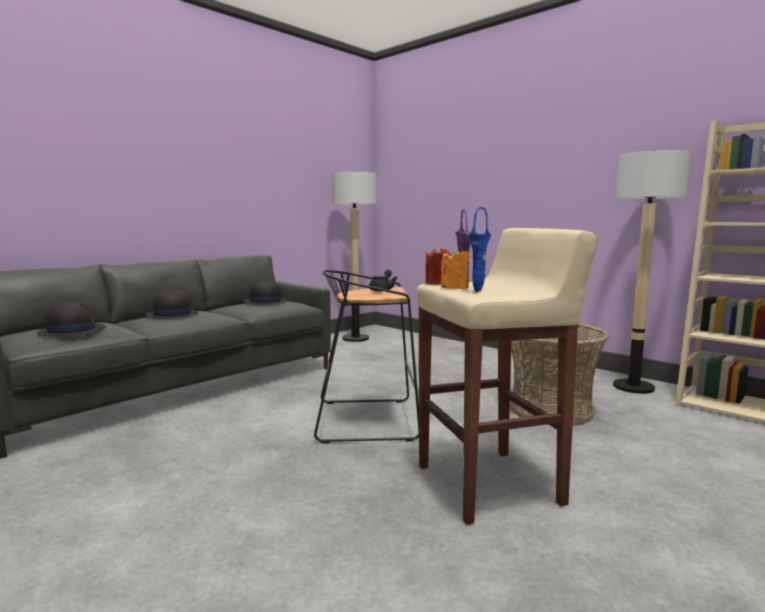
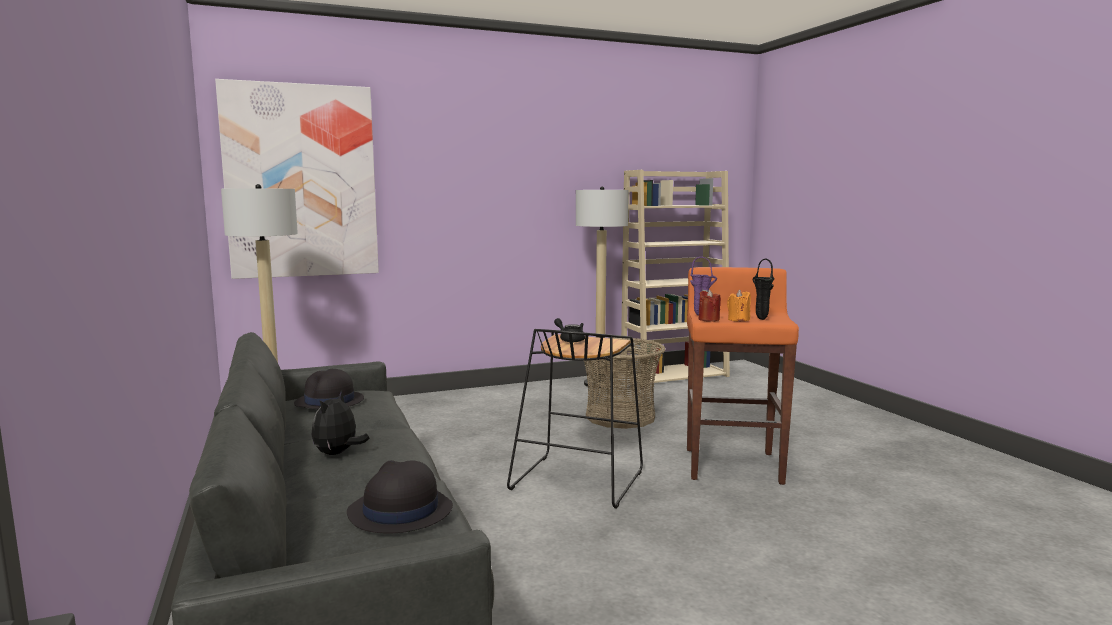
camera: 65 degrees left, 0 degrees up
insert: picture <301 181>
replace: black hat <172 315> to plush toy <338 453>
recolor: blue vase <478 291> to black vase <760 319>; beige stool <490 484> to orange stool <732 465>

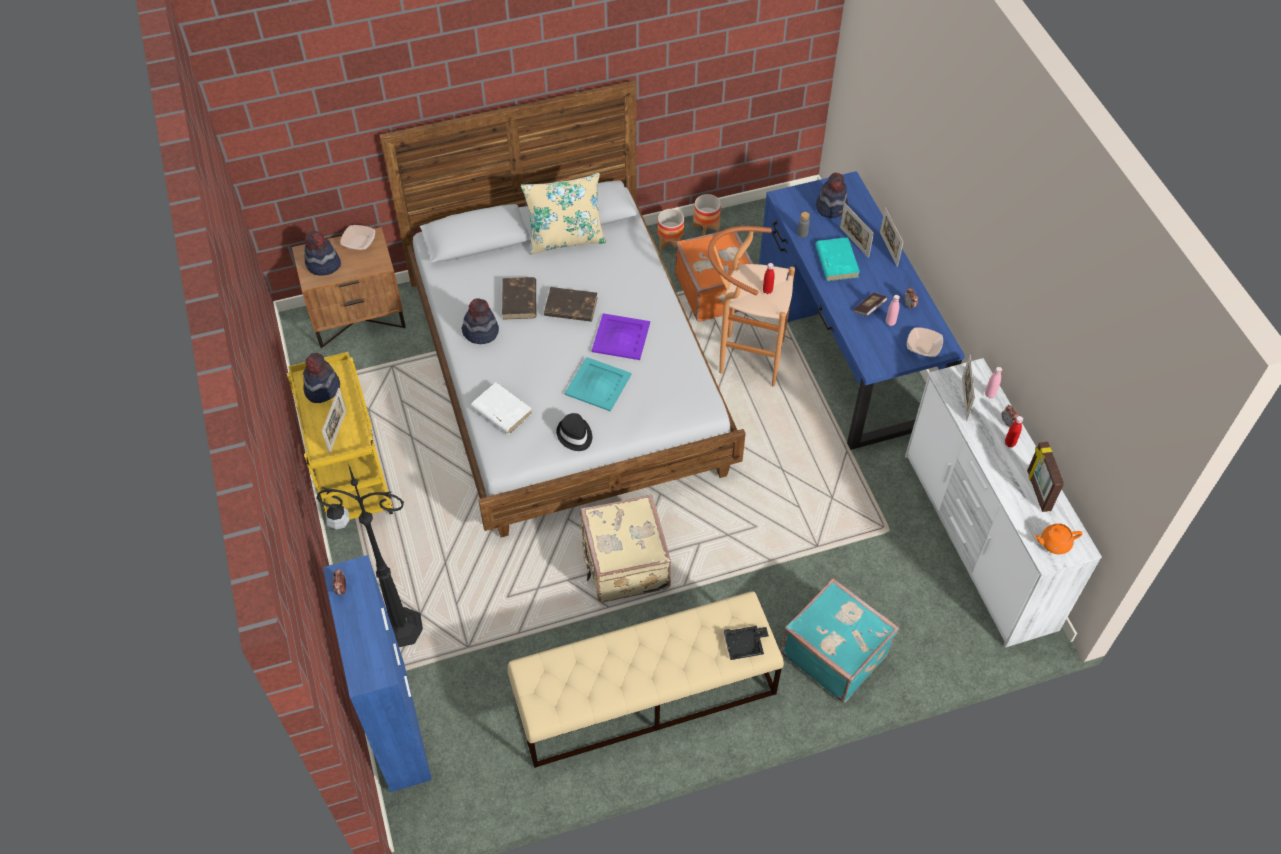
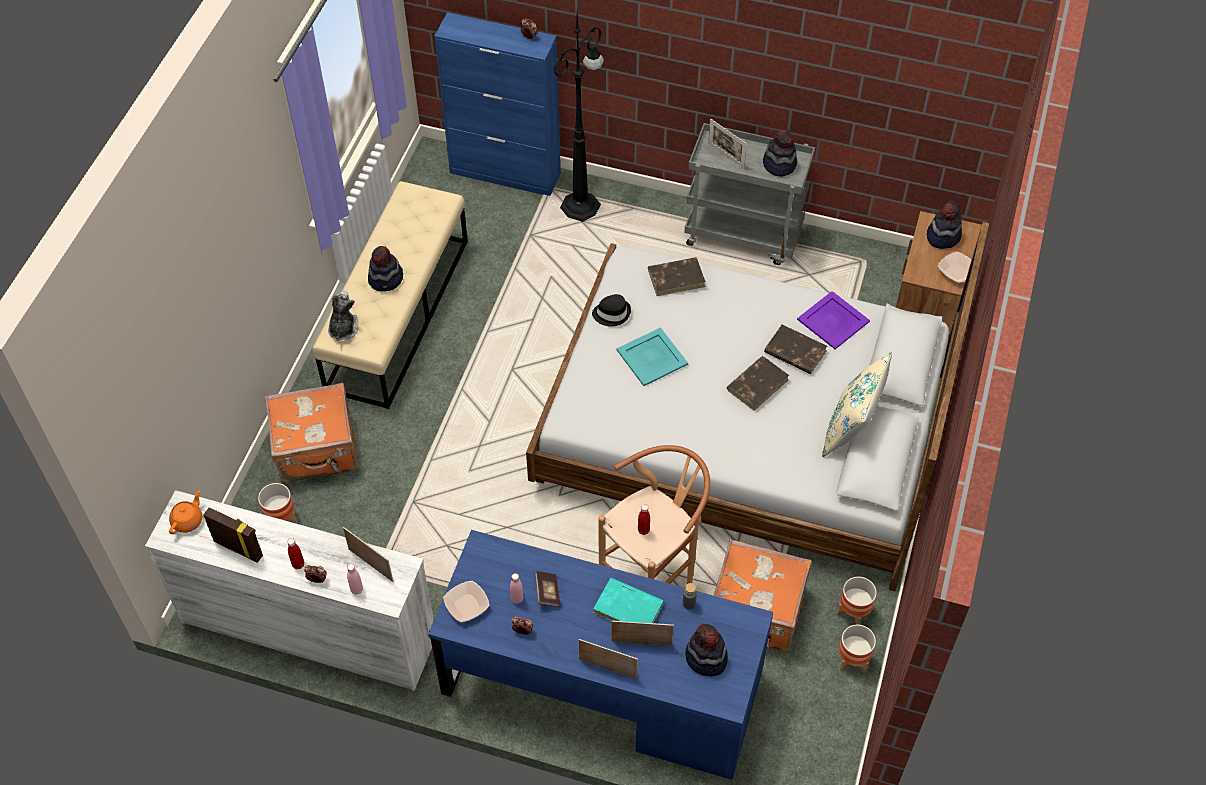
camera: 125 degrees right, 0 degrees up
delete: beige suitcase <624 564>
insert: planter <281 519>
move: hat <481 332> to <386 279>; purple tray <621 337> to <833 321>
replace: black tray <745 645> to plush toy <343 329>
recolor: yellow cart <350 478> to grey cart <744 235>; white book <501 410> to brown book <676 278>; turquoise suitcase <835 652> to orange suitcase <317 451>

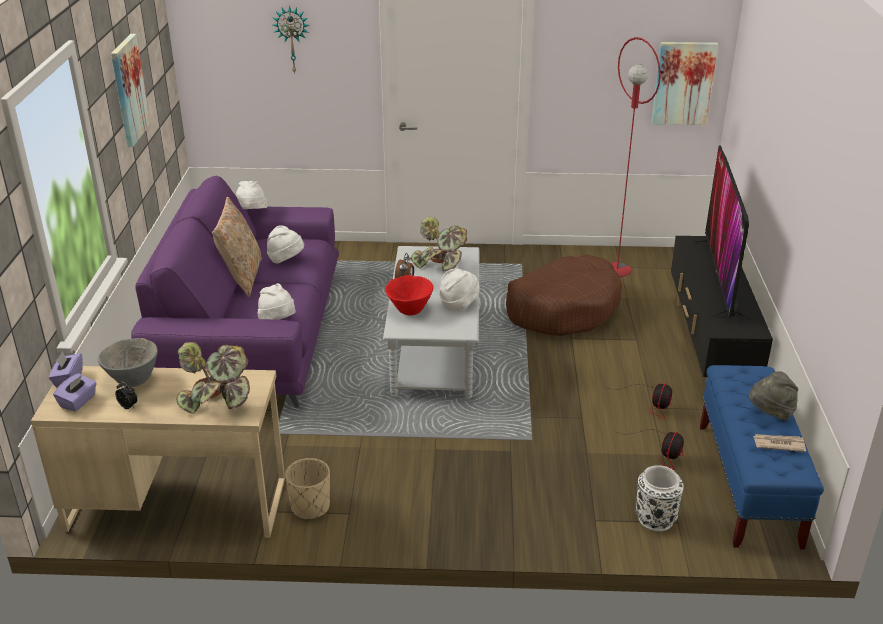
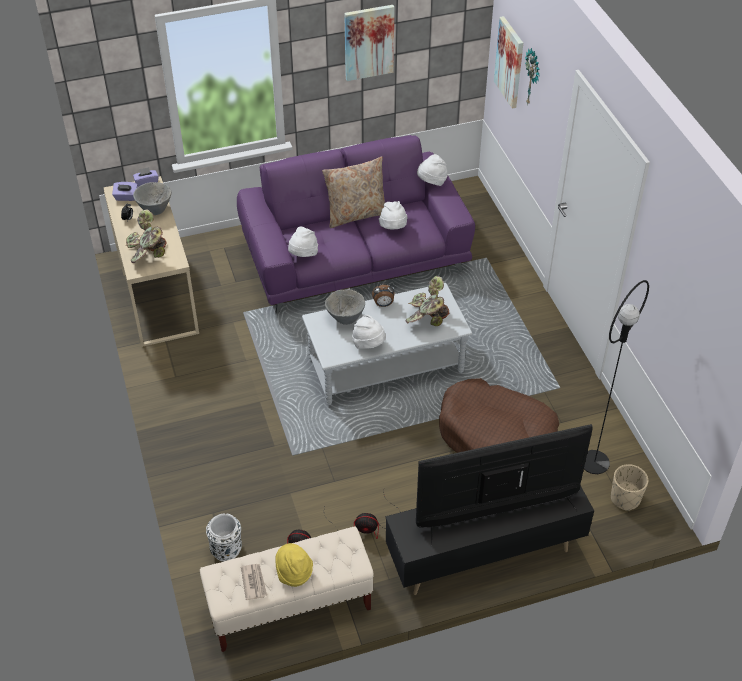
camera: 70 degrees right, 15 degrees up
move: picture <683 83> to <510 62>; beige planter <310 507> to <625 499>
recolor: red floor lamp <617 269> to black floor lamp <594 462>; red bowl <409 310> to grey bowl <345 318>; blue bench <748 484> to beige bench <289 607>; grey hat <770 414> to yellow hat <294 573>

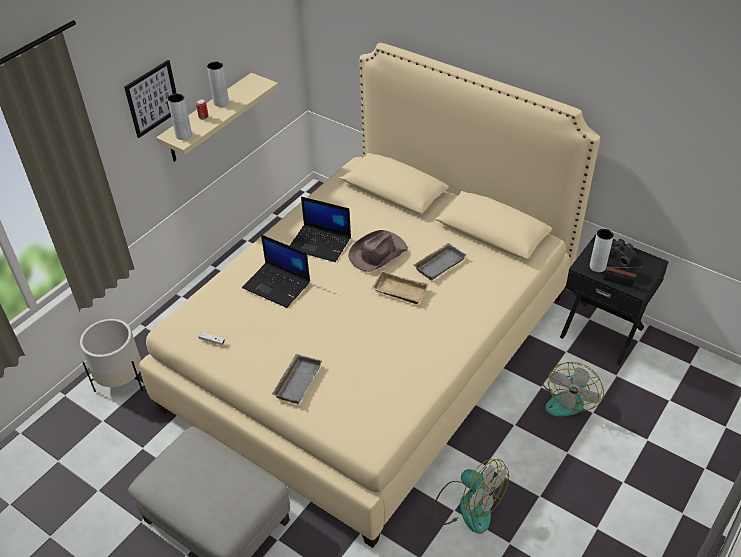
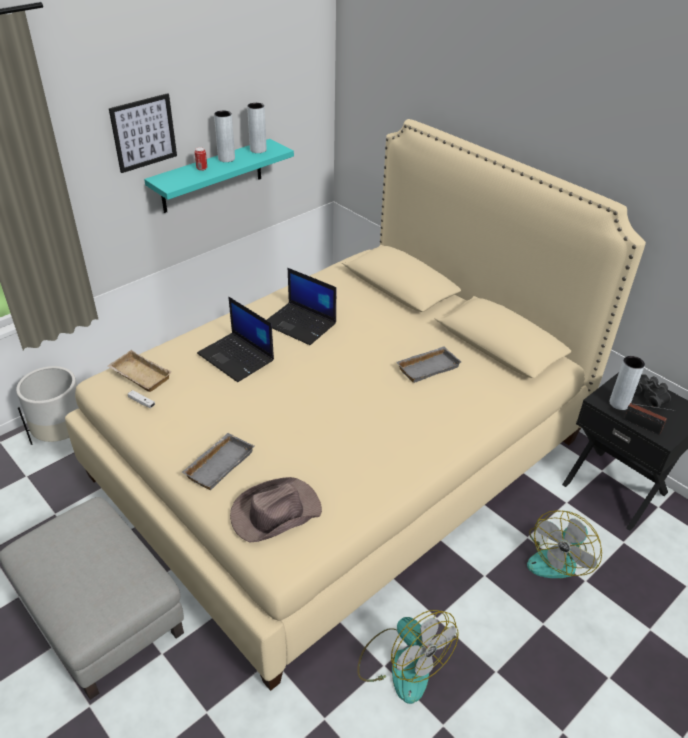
camera: 10 degrees right, 5 degrees down
move: grey vase <184 135> to <258 150>; brown hat <377 253> to <275 513>; beige tray <398 292> to <138 375>
recolor: beige shelf <208 119> to turquoise shelf <212 176>

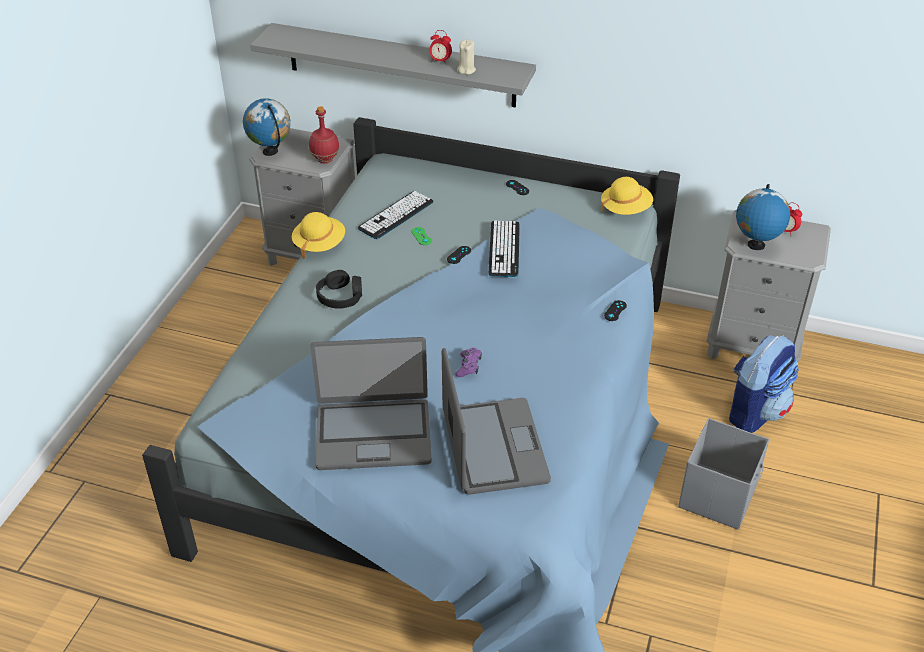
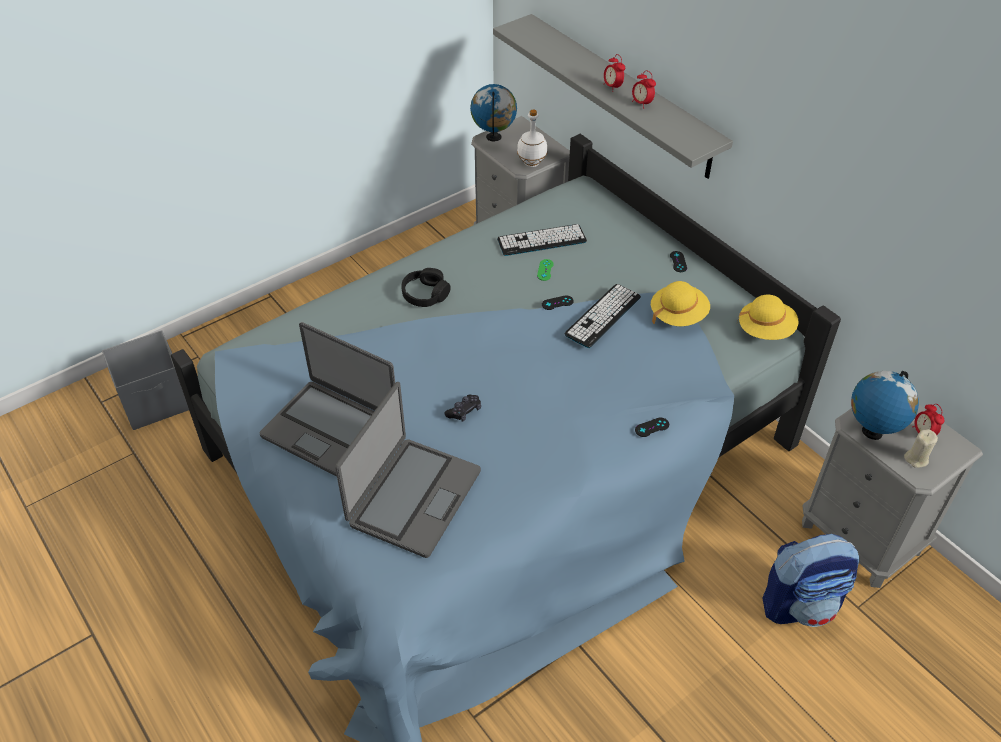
camera: 35 degrees right, 5 degrees up
insert: alarm clock <612 87>
move: beige candle <466 70> to <916 458>; yellow hat <319 244> to <678 315>; grey storage box <718 495> to <156 401>
recolor: red bottle <325 160> to white bottle <531 164>; purple game controller <468 366> to black game controller <464 411>

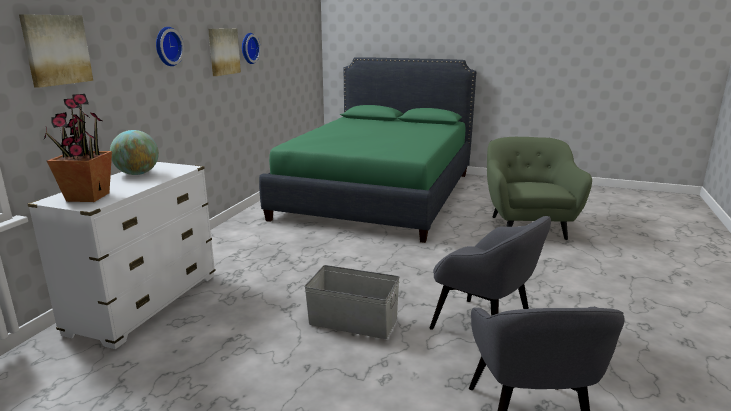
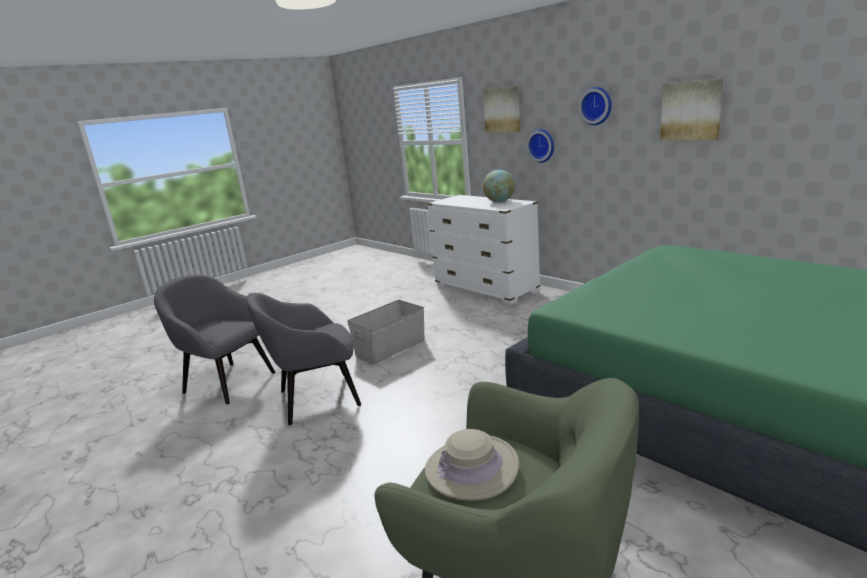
camera: 120 degrees right, 0 degrees up
delete: potted plant <87 197>
insert: beige hat <472 468>
move: wall clock <248 48> to <542 145>

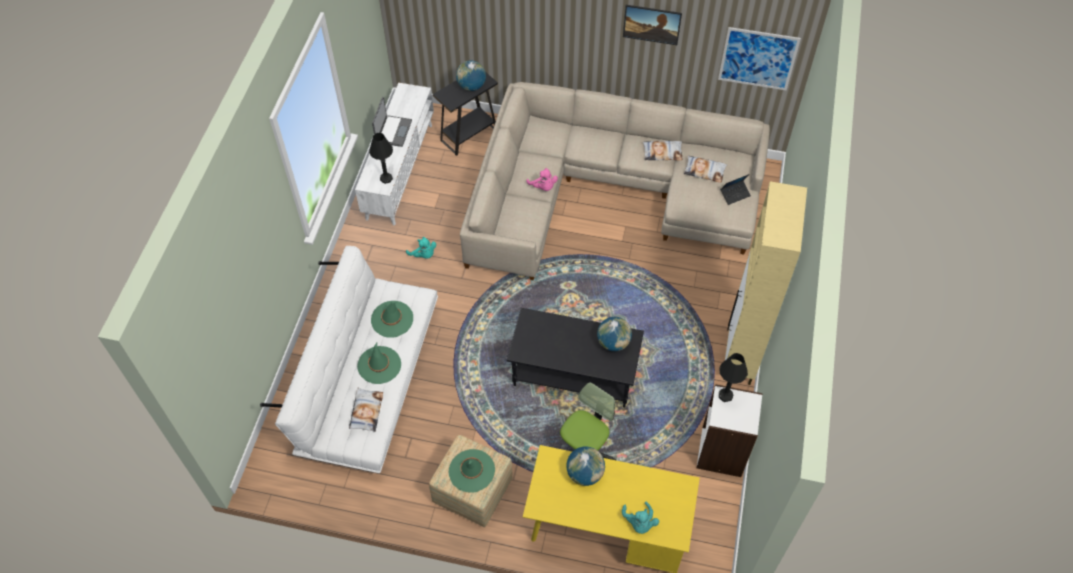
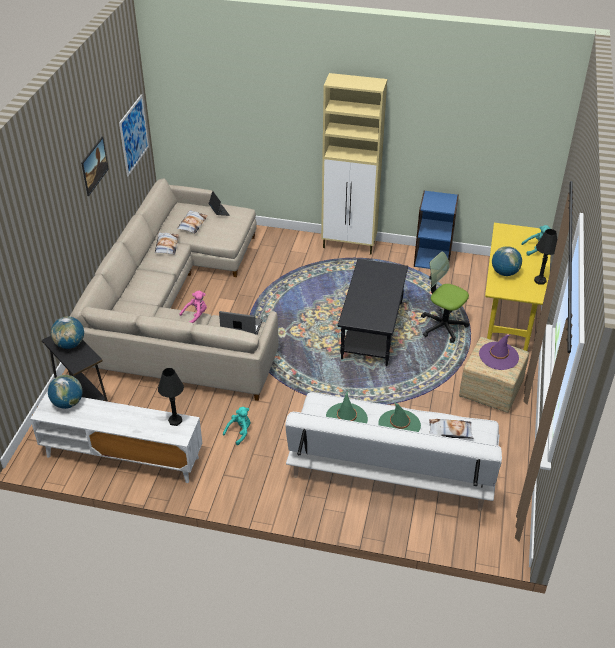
camera: 90 degrees left, 15 degrees down
move: laptop <393 131> to <241 328>; globe <613 342> to <68 403>; black table lamp <725 395> to <540 280>
recolor: white bookcase <722 452> to blue bookcase <432 258>; green hat <471 471> to purple hat <498 356>

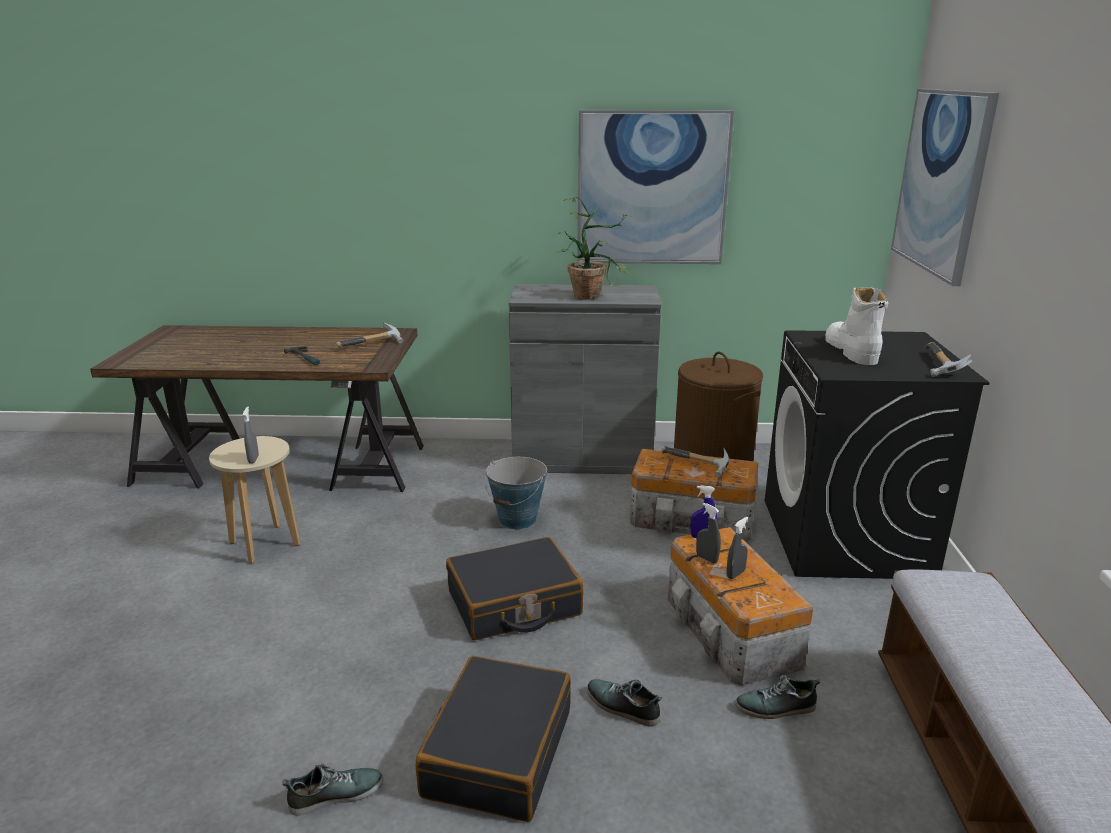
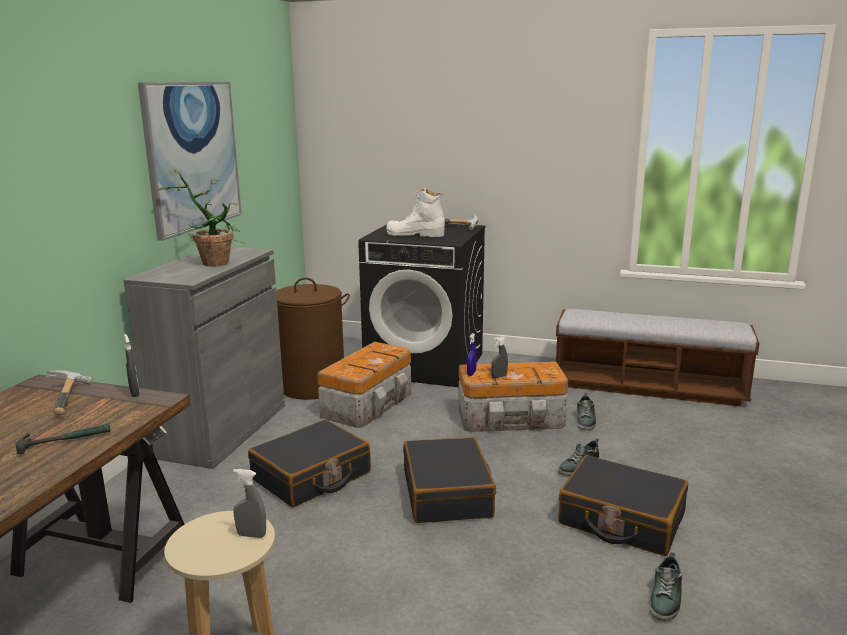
camera: 75 degrees left, 5 degrees down
delete: picture <941 182>; hammer <695 465>
move: grey spray bottle <735 574> to <134 393>
replace: bucket <517 519> to black suitcase <311 476>
rotate: shoe <336 794> = <666 598> 150 degrees counterclockwise

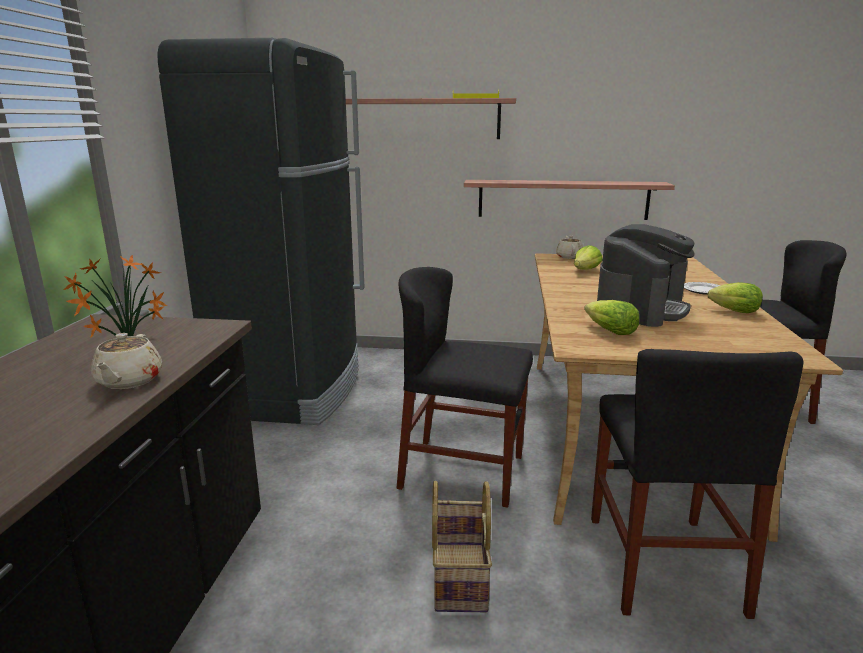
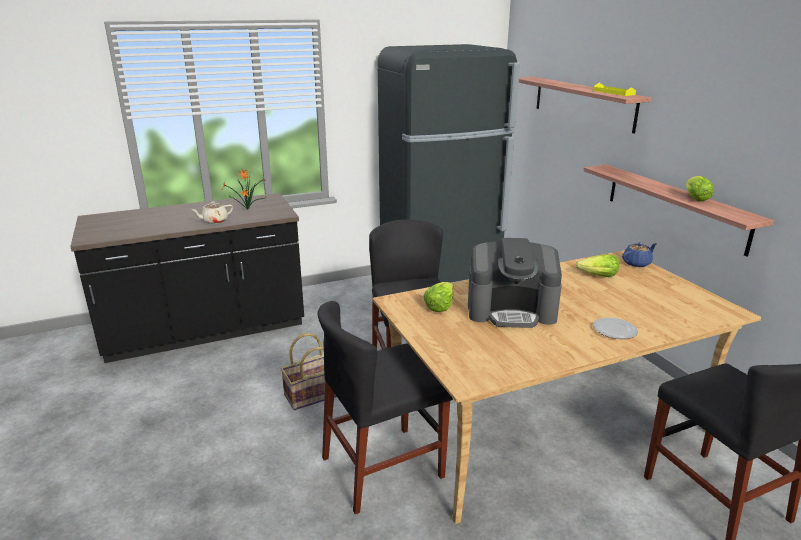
camera: 60 degrees right, 5 degrees up
move: lettuce <731 311> to <694 198>
recolor: beige teapot <569 257> to blue teapot <637 263>

